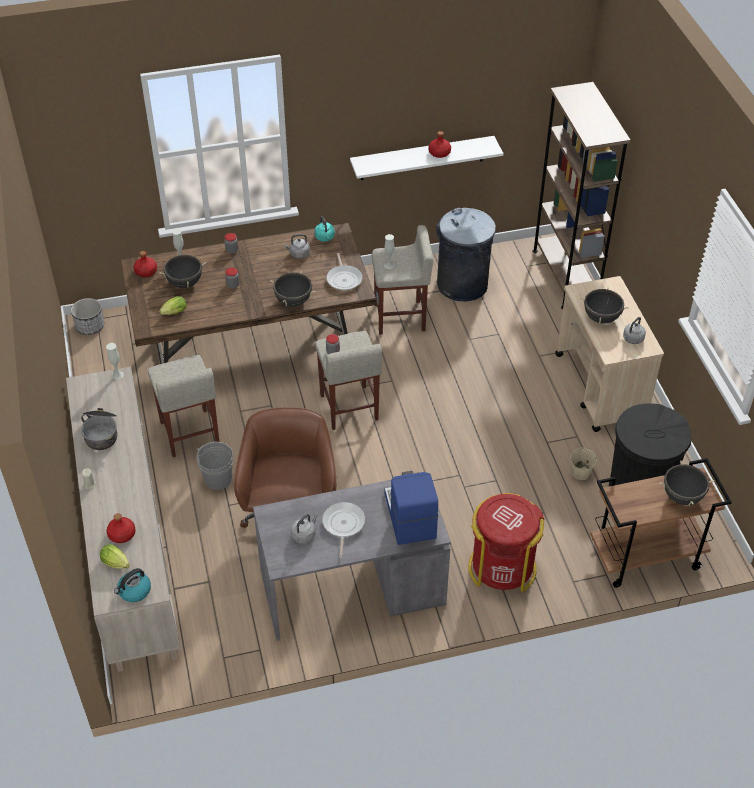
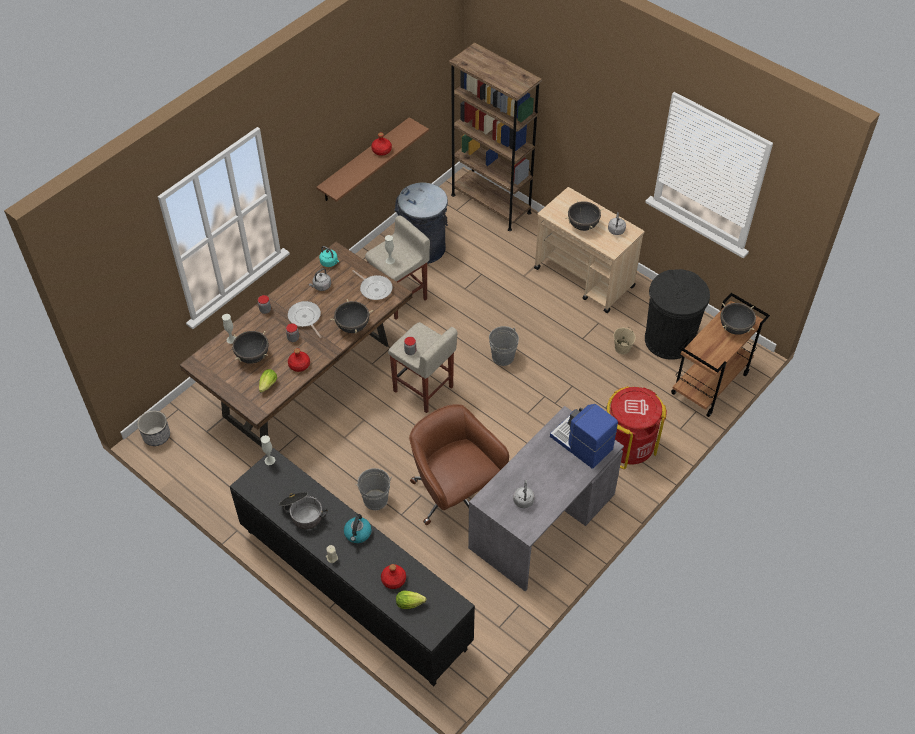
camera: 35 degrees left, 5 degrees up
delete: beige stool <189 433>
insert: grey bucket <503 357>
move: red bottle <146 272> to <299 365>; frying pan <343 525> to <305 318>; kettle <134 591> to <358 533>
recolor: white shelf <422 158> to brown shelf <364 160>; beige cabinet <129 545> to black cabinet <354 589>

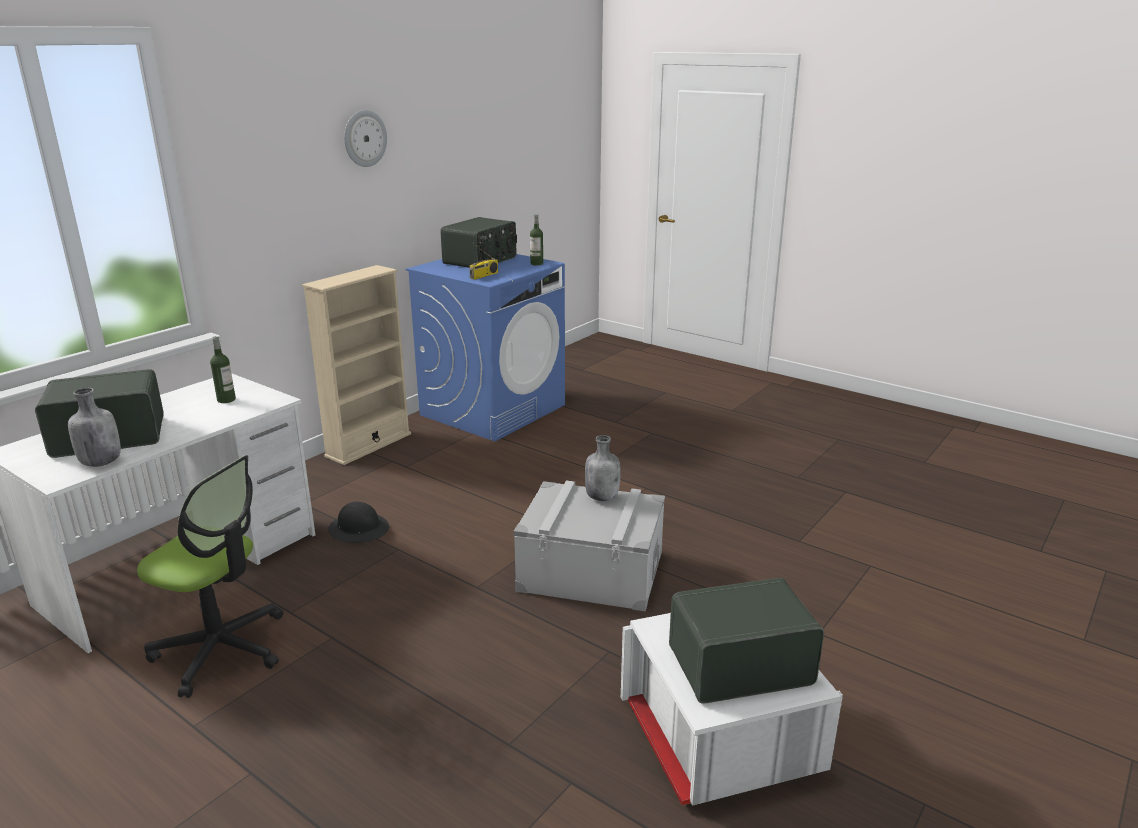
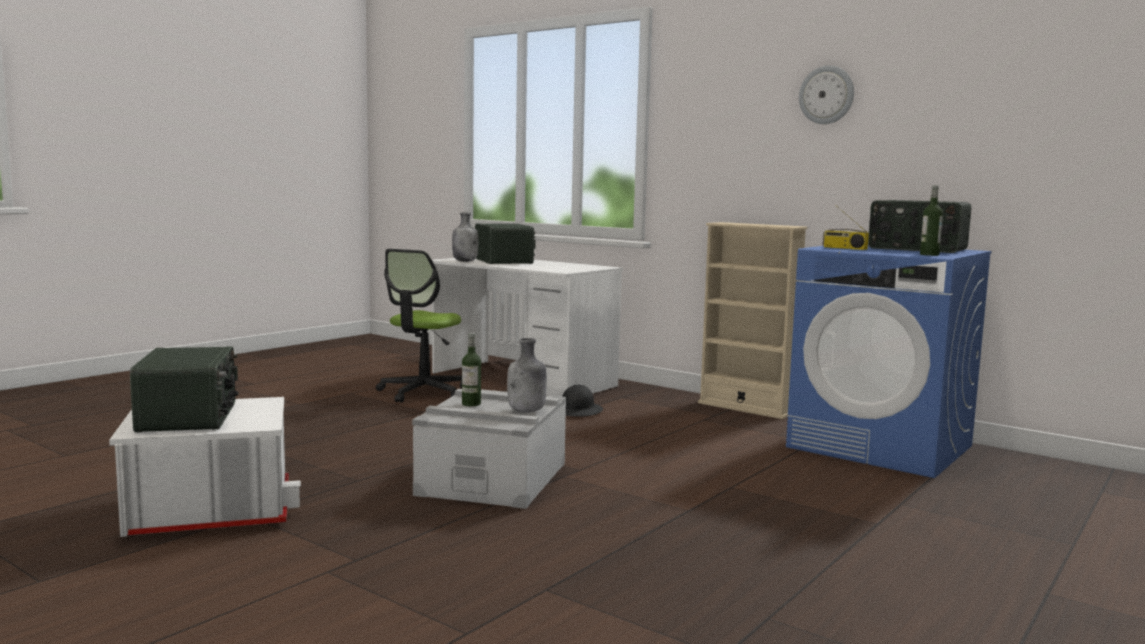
camera: 90 degrees right, 15 degrees down
move: bottle <226 400> to <471 404>

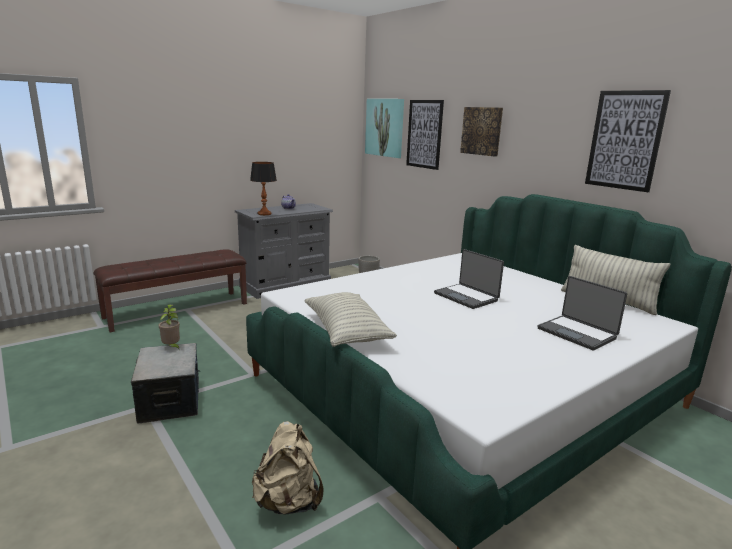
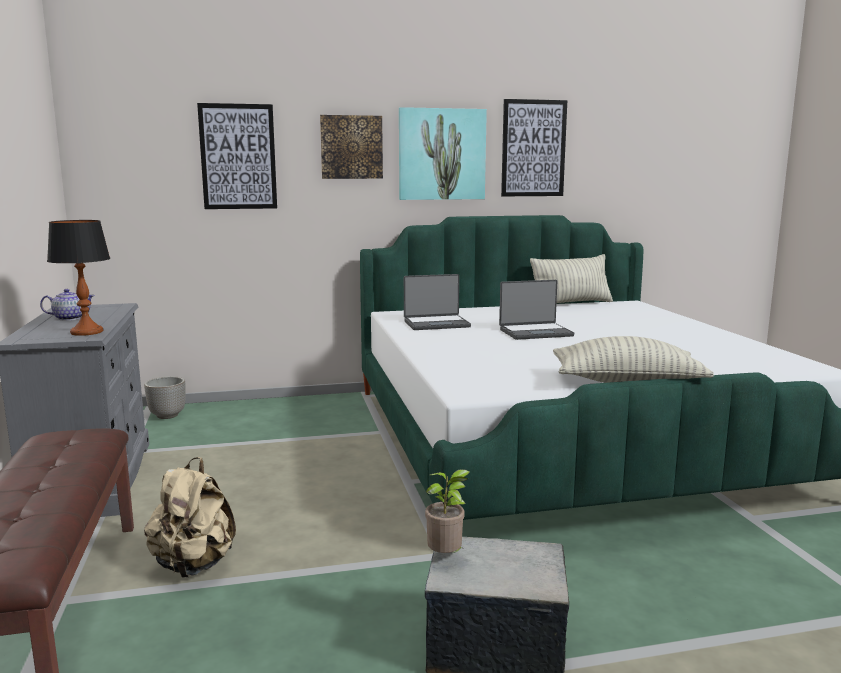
camera: 65 degrees left, 5 degrees down
move: picture <384 127> to <442 154>; laptop <577 333> to <436 324>; beige backpack <288 502> to <194 565>

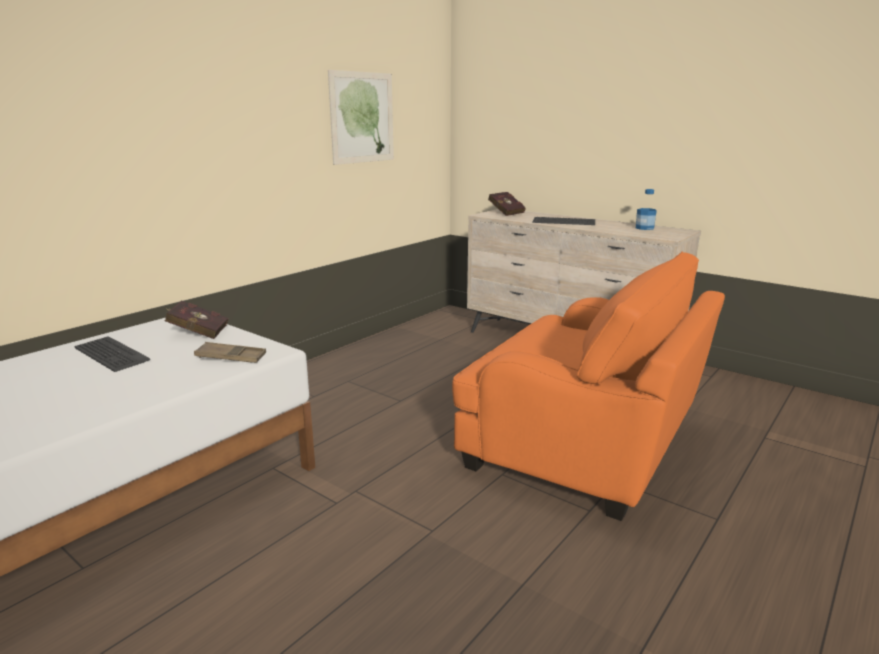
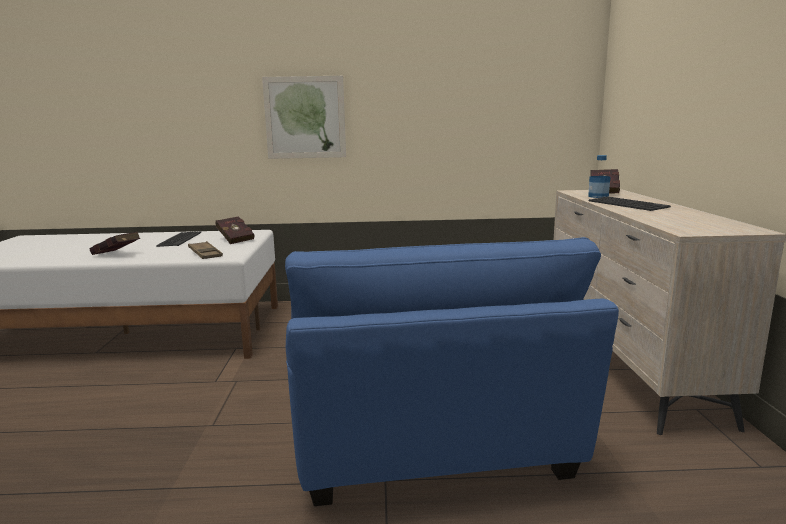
camera: 50 degrees right, 5 degrees down
insert: red book <117 254>
move: picture <362 117> to <305 117>; bottle <644 228> to <598 196>
recolor: orange armchair <585 446> to blue armchair <429 441>

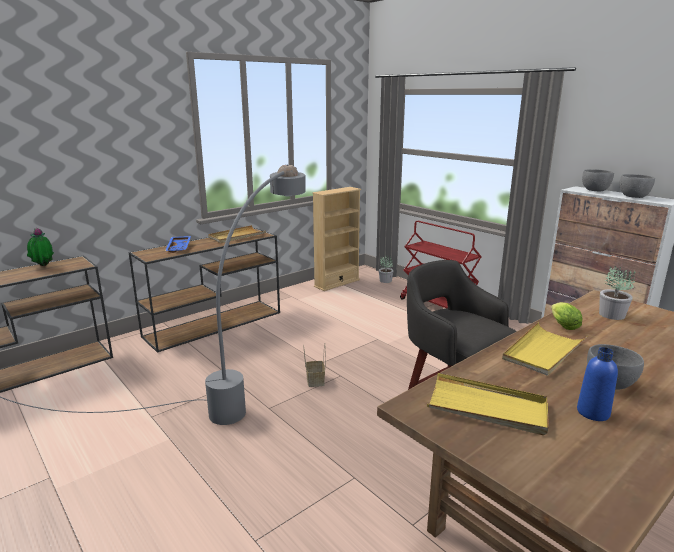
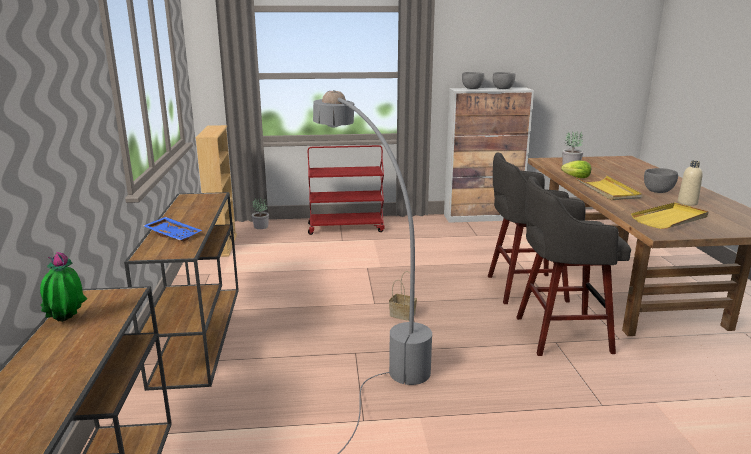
camera: 55 degrees left, 0 degrees up
delete: beige tray <236 236>
insert: grey stool <559 334>
recolor: blue bottle <593 412> to beige bottle <687 203>

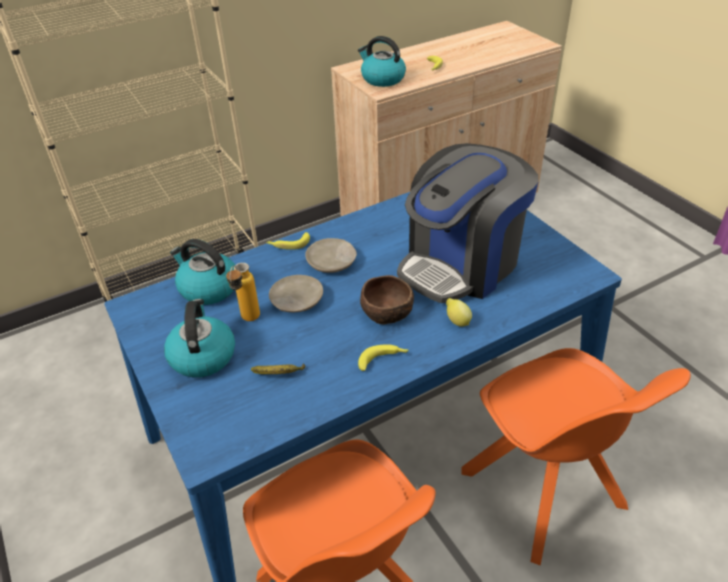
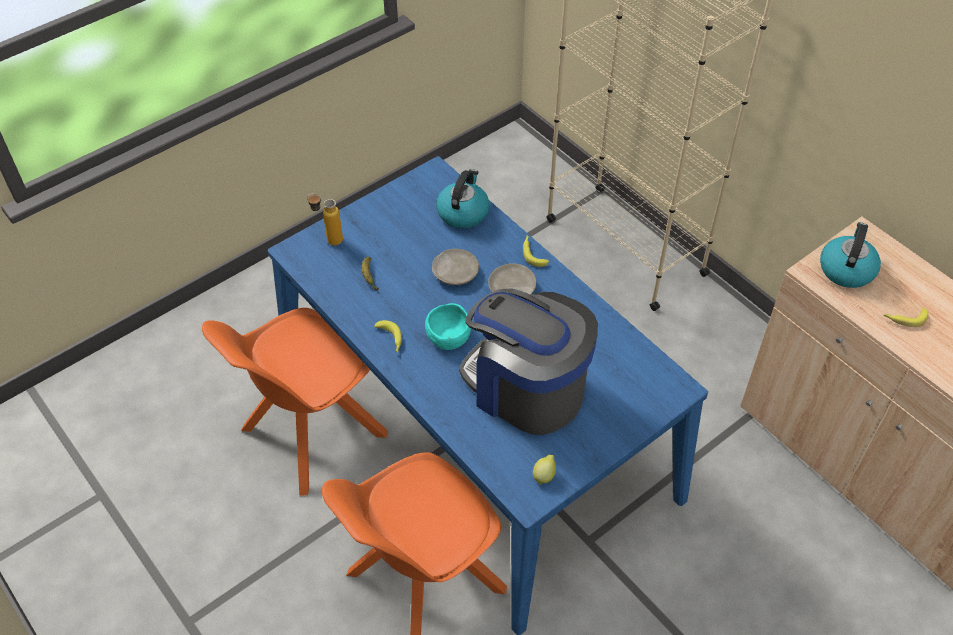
camera: 80 degrees right, 10 degrees up
delete: kettle <202 356>
move: bottle <248 321> to <328 240>; lemon <457 321> to <544 475>
recolor: brown bowl <388 312> to turquoise bowl <448 337>

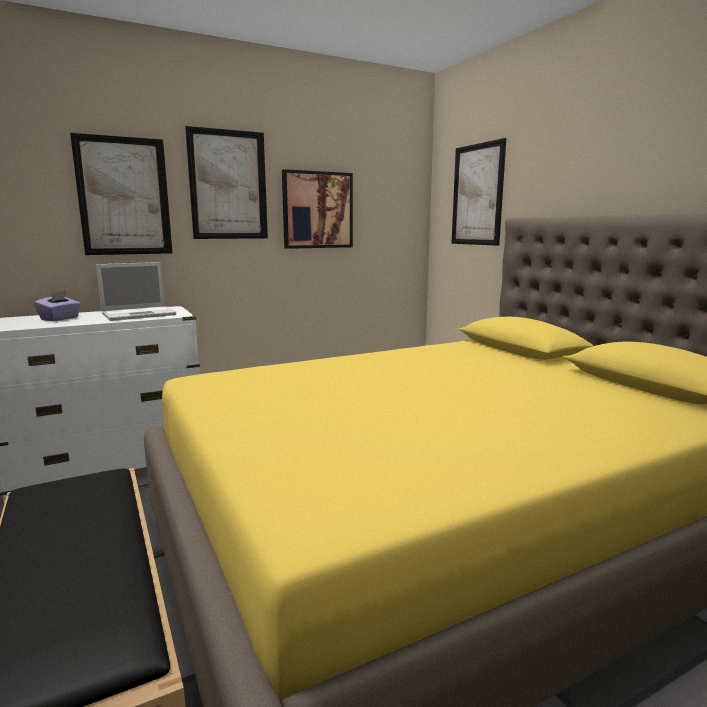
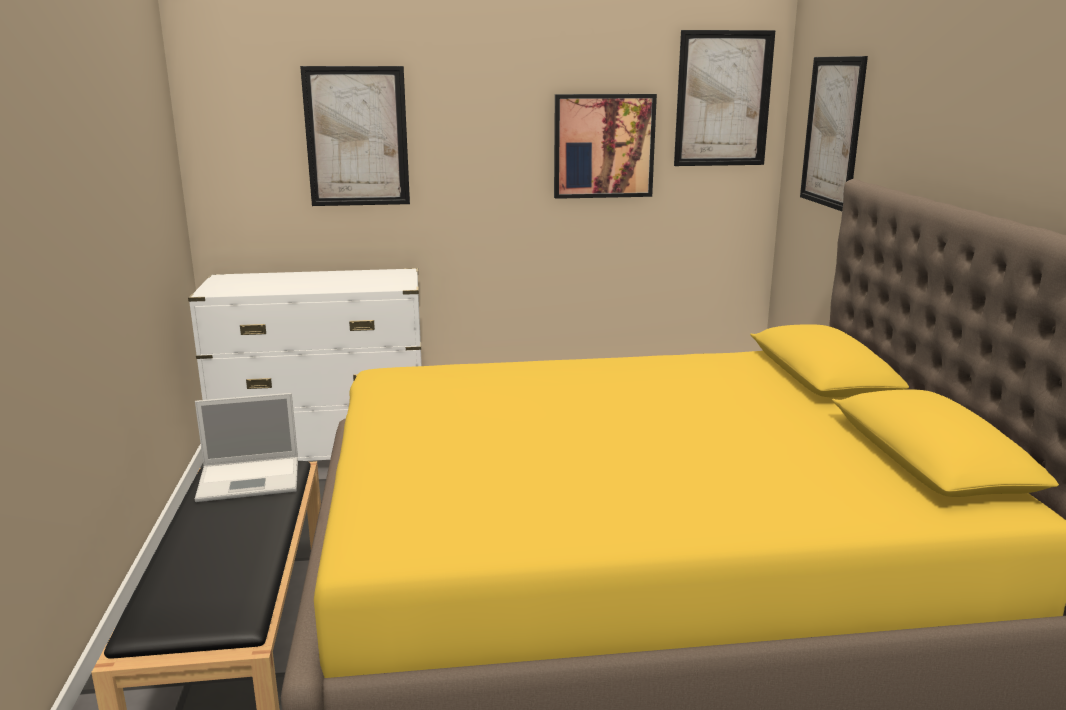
camera: 20 degrees right, 5 degrees up
delete: purple tissue box <60 318>
move: picture <228 185> to <723 99>; laptop <140 314> to <251 479>

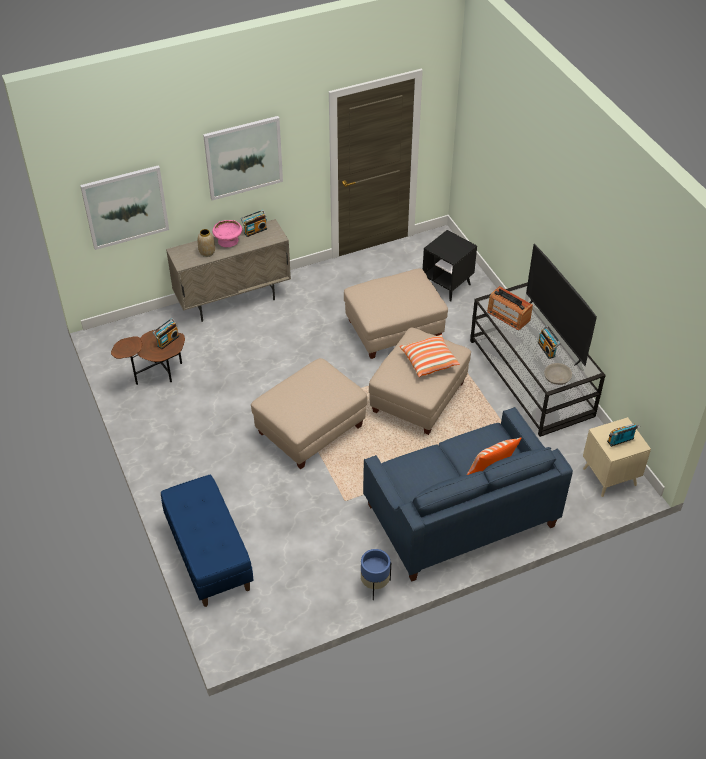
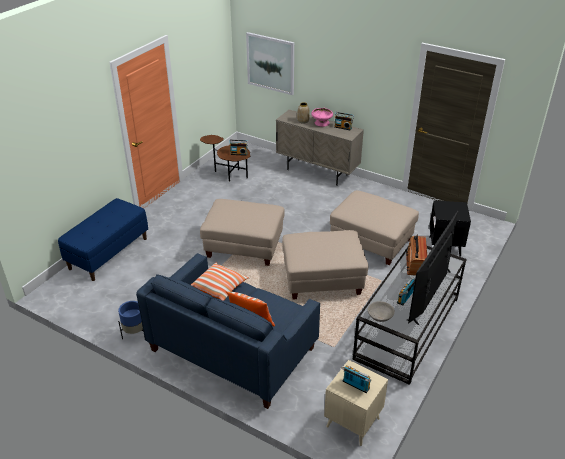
camera: 55 degrees right, 10 degrees down
delete: picture <243 157>
move: pillow <429 361> to <220 287>

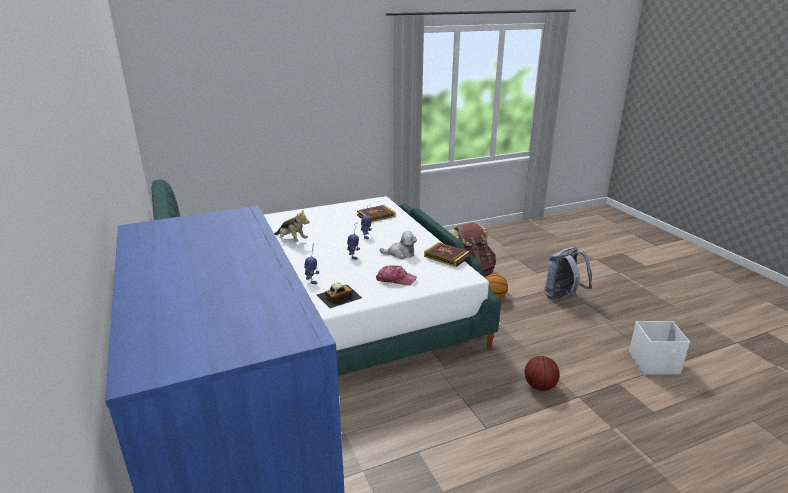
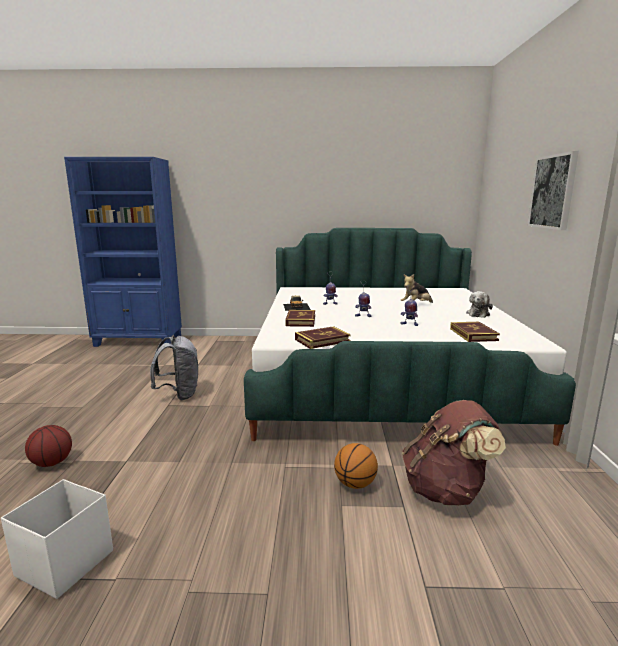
camera: 115 degrees right, 10 degrees down
insert: picture <553 192>
move: plush toy <400 254> to <478 314>; grey backpack <562 297> to <179 394>; basketball <539 386> to <52 463>
replace: cap <395 279> to book <300 321>

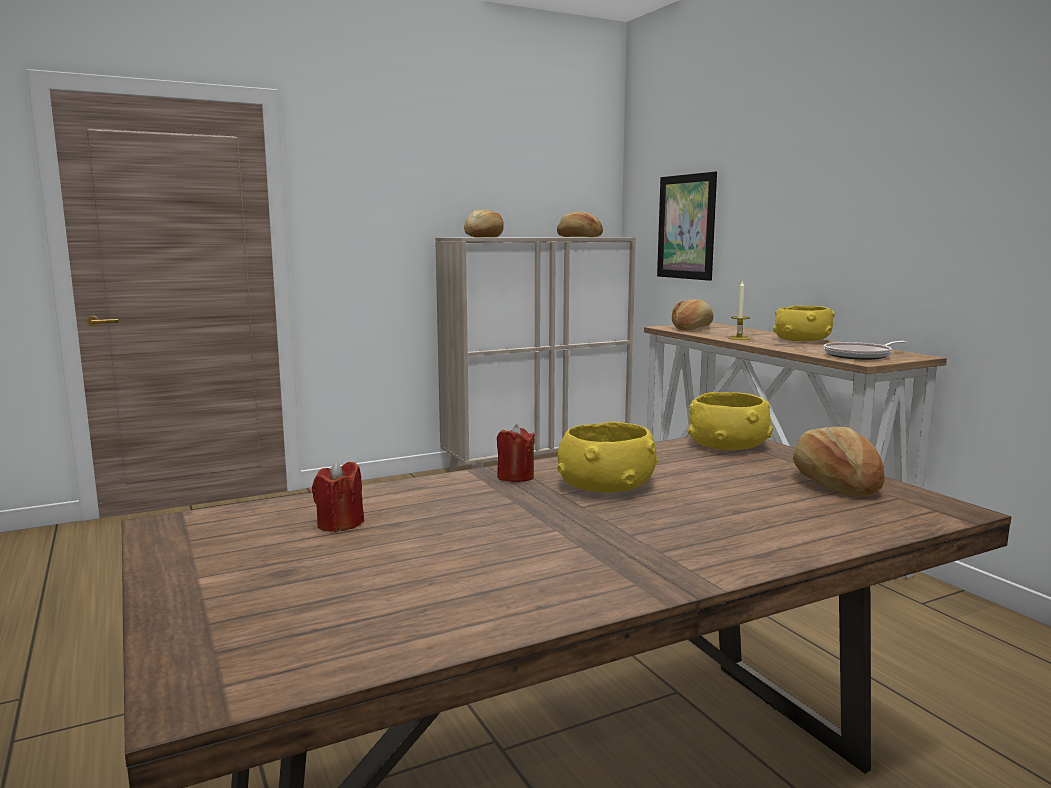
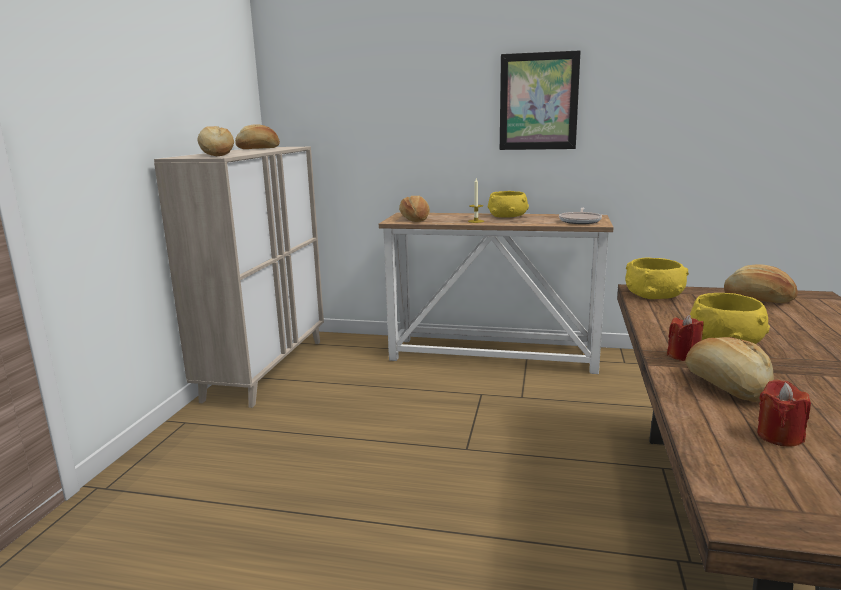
camera: 50 degrees left, 5 degrees up
insert: bread <726 386>
move: picture <686 227> to <538 102>

